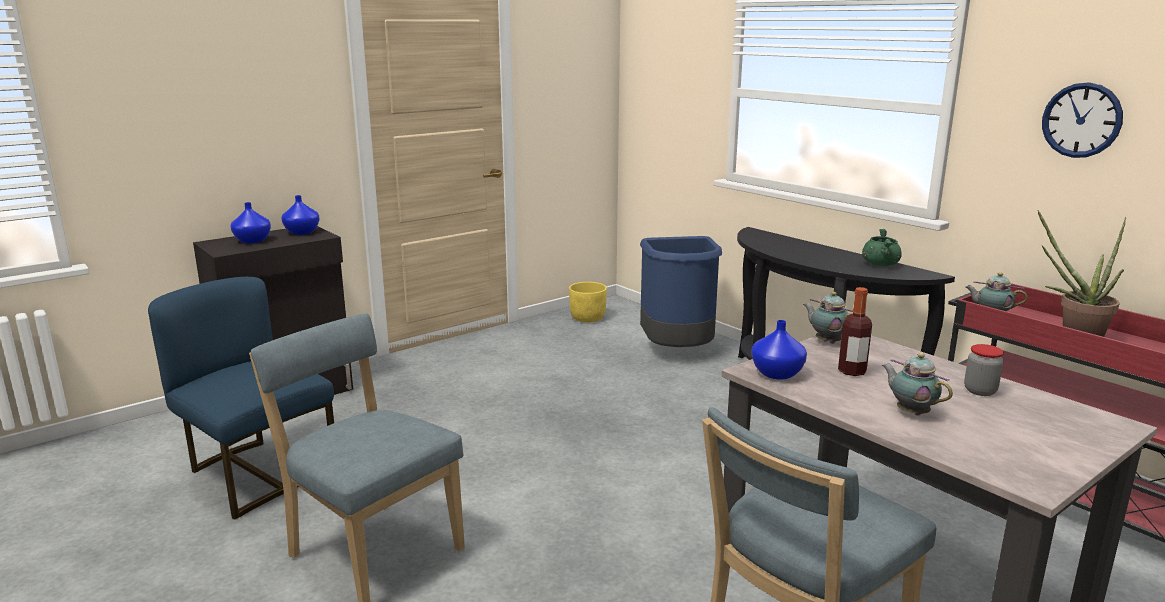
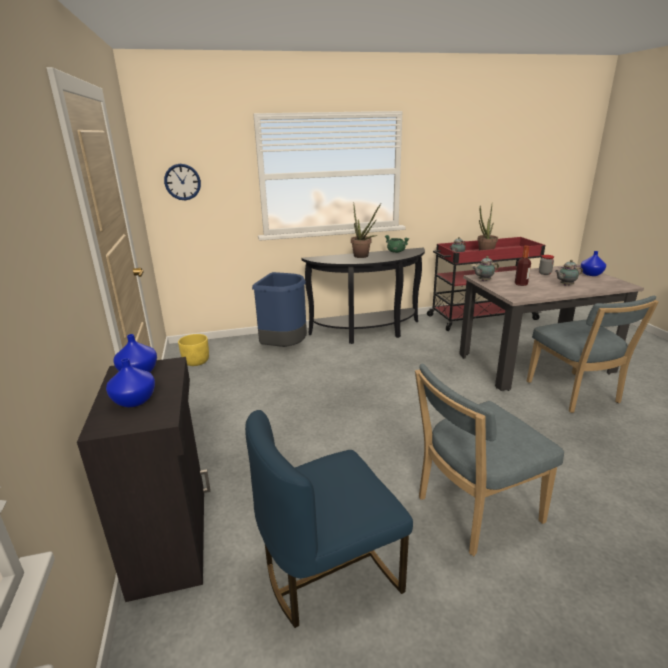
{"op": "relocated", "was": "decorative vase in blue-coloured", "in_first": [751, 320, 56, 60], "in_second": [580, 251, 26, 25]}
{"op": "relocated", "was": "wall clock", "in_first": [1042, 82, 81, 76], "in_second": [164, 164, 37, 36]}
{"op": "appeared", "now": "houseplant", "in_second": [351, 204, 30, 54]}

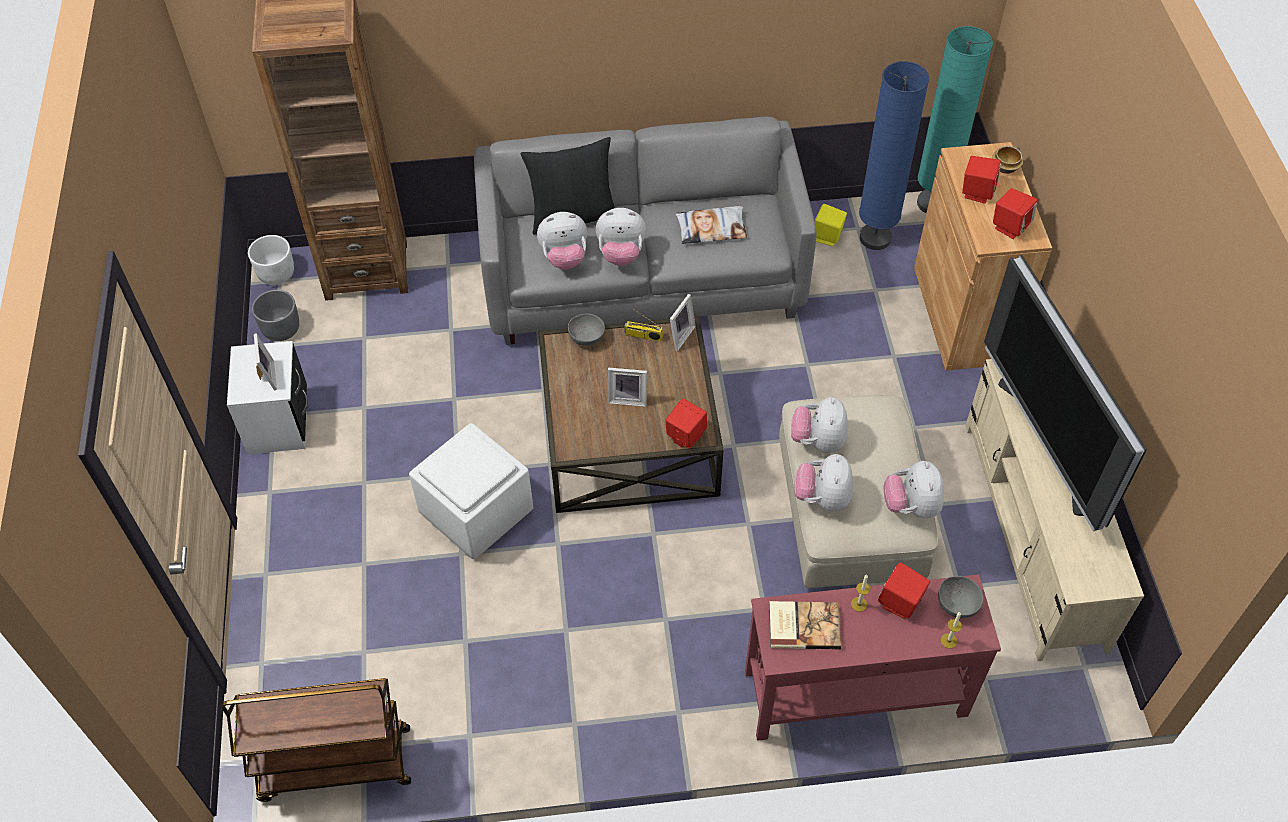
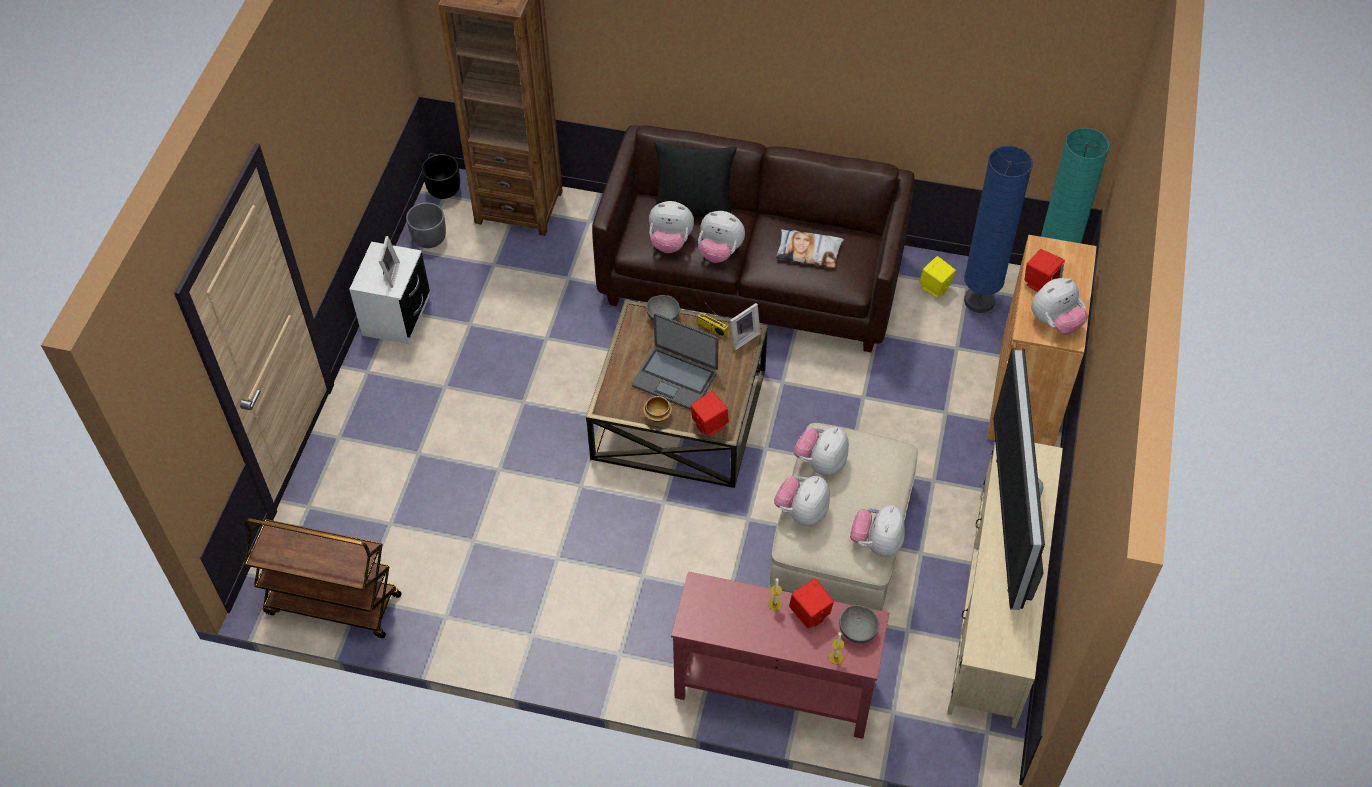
{"op": "colour", "was": "flower pot in whitish", "now": "flower pot in black", "in_first": [248, 235, 46, 50], "in_second": [422, 154, 38, 45]}
{"op": "missing", "was": "pouffe in whitish", "in_first": [409, 423, 124, 136]}
{"op": "colour", "was": "sofa in grey", "now": "sofa in brown-coloured", "in_first": [474, 117, 343, 228], "in_second": [592, 125, 322, 227]}
{"op": "exchanged", "was": "picture frame", "now": "portable computer", "in_first": [608, 368, 39, 39], "in_second": [632, 313, 87, 97]}
{"op": "missing", "was": "bound book", "in_first": [769, 601, 72, 48]}
{"op": "relocated", "was": "bowl", "in_first": [992, 146, 31, 28], "in_second": [643, 396, 29, 26]}
{"op": "exchanged", "was": "audio speaker in red-coloured", "now": "cuddly toy", "in_first": [993, 188, 45, 51], "in_second": [1031, 278, 57, 57]}

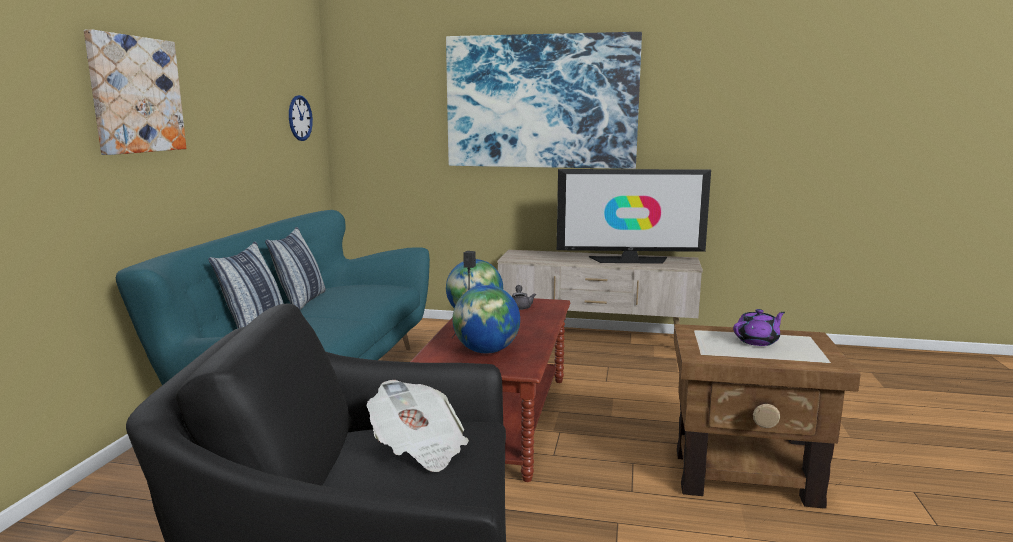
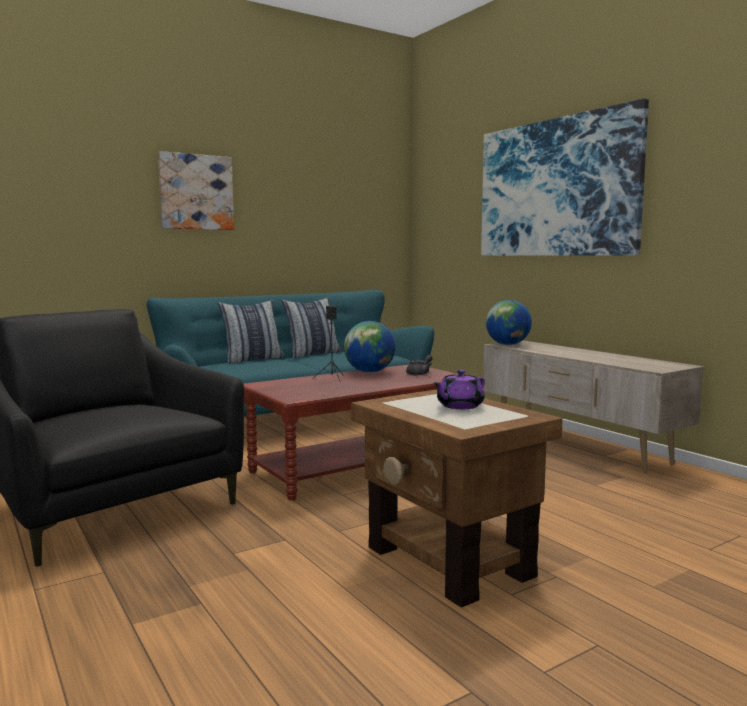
{"op": "missing", "was": "wall clock", "in_first": [289, 95, 24, 46]}
{"op": "missing", "was": "newspaper", "in_first": [367, 380, 102, 92]}
{"op": "relocated", "was": "globe", "in_first": [452, 285, 68, 69], "in_second": [486, 300, 46, 45]}
{"op": "missing", "was": "television", "in_first": [557, 169, 154, 95]}
{"op": "spun", "was": "pot for tea in purplish", "in_first": [733, 309, 52, 37], "in_second": [433, 370, 52, 39], "clockwise": 120}

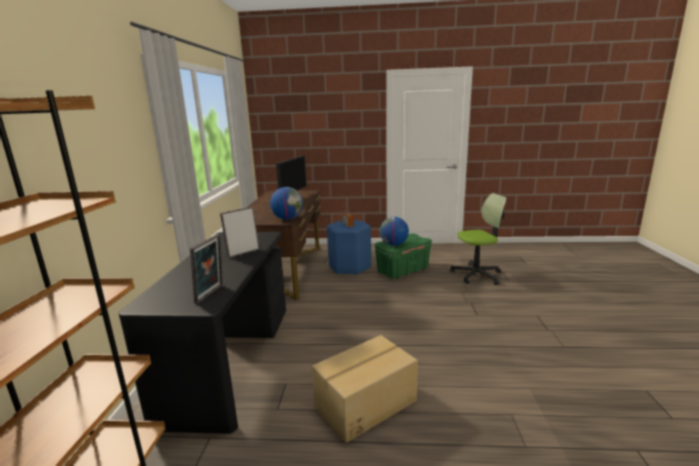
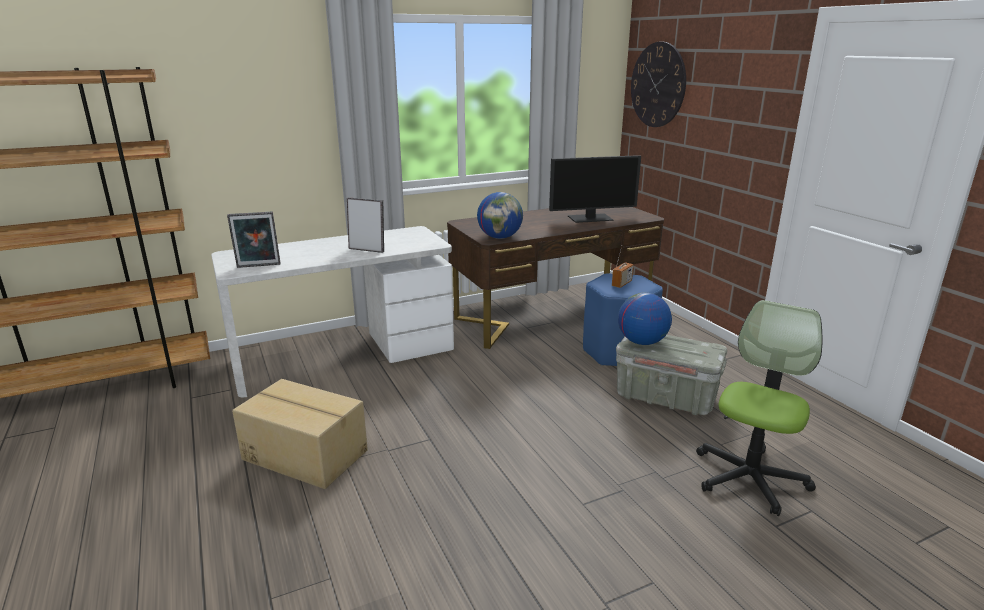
{"op": "colour", "was": "desk table in black", "now": "desk table in whitish", "in_first": [119, 232, 167, 202], "in_second": [211, 226, 243, 171]}
{"op": "colour", "was": "storage bin in green-coloured", "now": "storage bin in grey", "in_first": [374, 233, 58, 45], "in_second": [616, 335, 111, 81]}
{"op": "spun", "was": "computer chair", "in_first": [450, 193, 57, 92], "in_second": [696, 300, 126, 216], "clockwise": -105}
{"op": "appeared", "now": "wall clock", "in_second": [631, 42, 55, 85]}

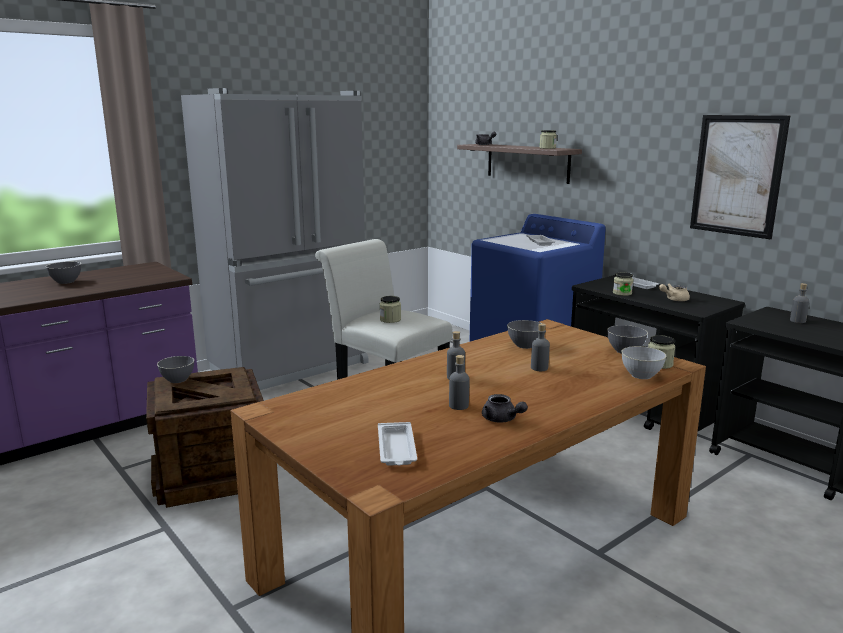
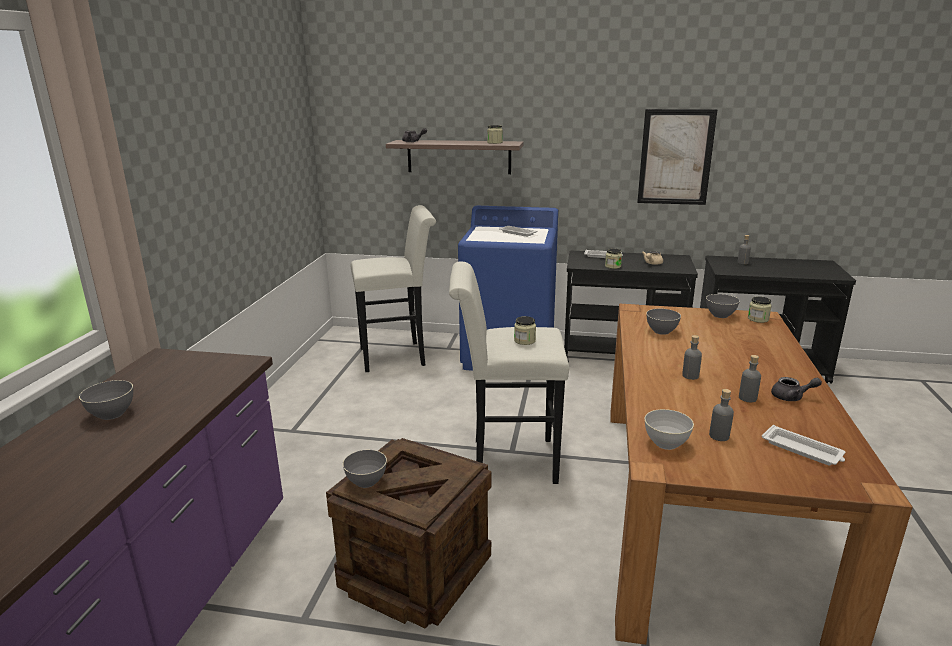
{"op": "missing", "was": "kitchen fridge in grey", "in_first": [181, 88, 188, 302]}
{"op": "relocated", "was": "drink bottle in grey", "in_first": [531, 323, 19, 48], "in_second": [709, 389, 25, 52]}
{"op": "relocated", "was": "bowl in grey", "in_first": [622, 346, 44, 33], "in_second": [644, 409, 50, 41]}
{"op": "appeared", "now": "stool in whitish", "in_second": [350, 205, 86, 167]}

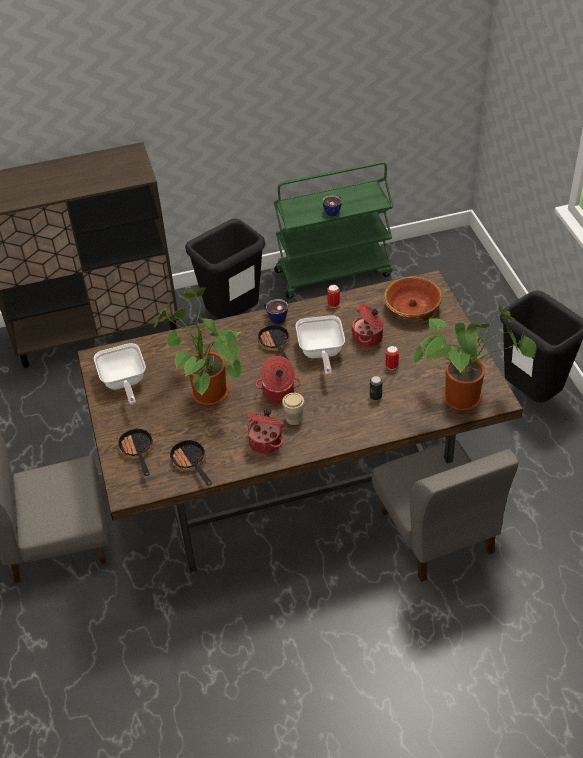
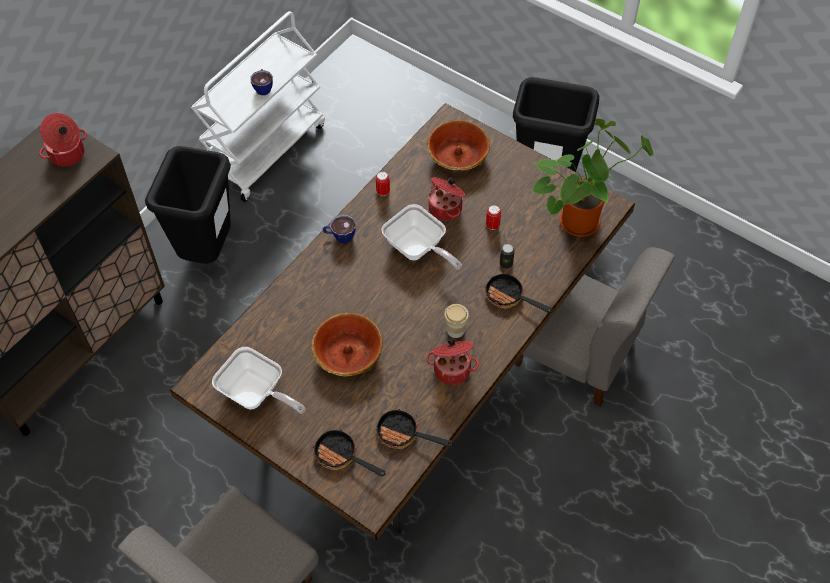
{"op": "exchanged", "was": "houseplant", "now": "bowl", "in_first": [153, 287, 89, 119], "in_second": [311, 313, 72, 64]}
{"op": "relocated", "was": "stockpot", "in_first": [255, 356, 46, 47], "in_second": [39, 113, 48, 53]}
{"op": "relocated", "was": "pan", "in_first": [256, 324, 34, 36], "in_second": [485, 274, 68, 39]}
{"op": "colour", "was": "trolley in green-coloured", "now": "trolley in whitish", "in_first": [274, 161, 119, 138], "in_second": [191, 11, 134, 191]}

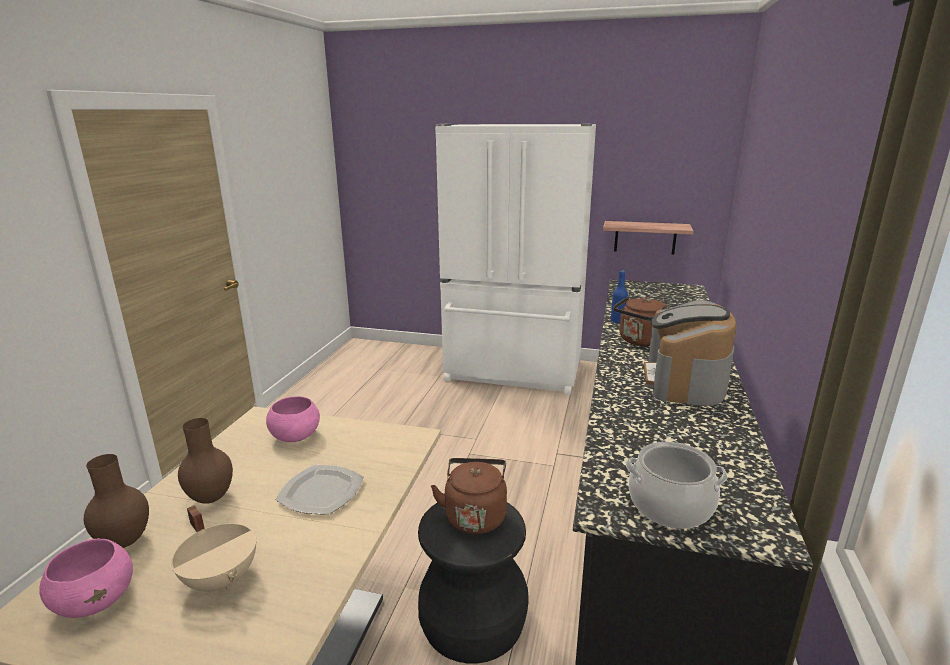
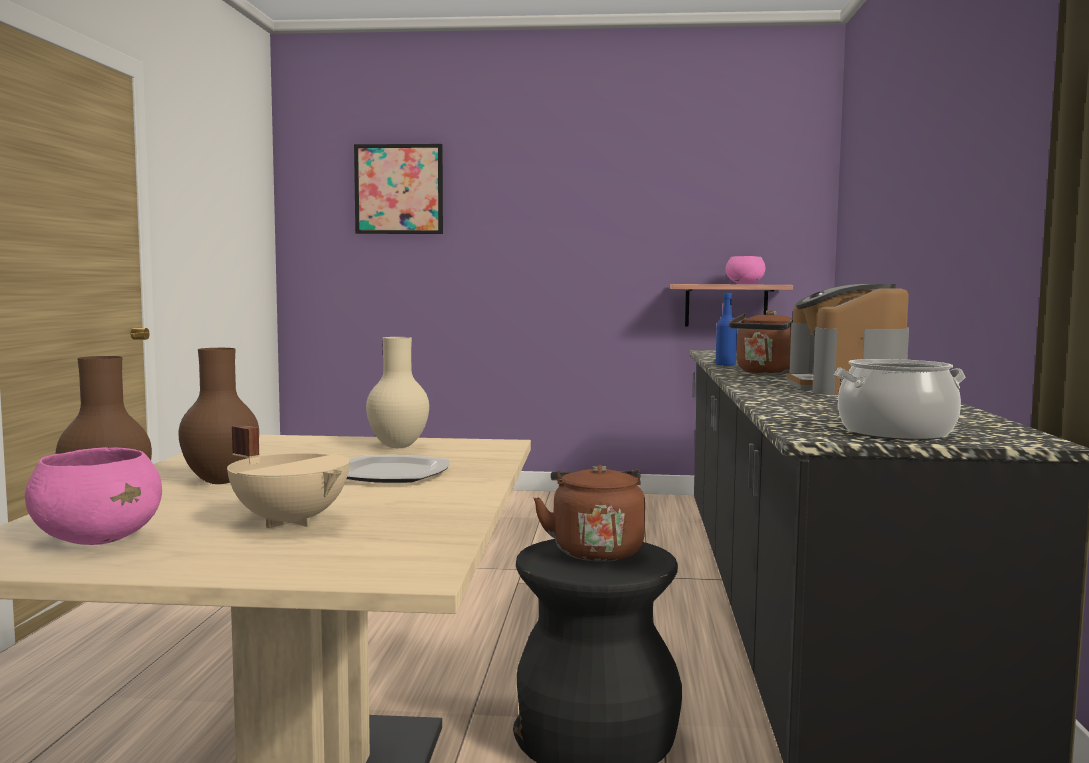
{"op": "relocated", "was": "bowl in pink", "in_first": [266, 396, 54, 46], "in_second": [726, 256, 39, 28]}
{"op": "missing", "was": "kitchen fridge in whitish", "in_first": [435, 123, 161, 272]}
{"op": "appeared", "now": "wall art", "in_second": [354, 144, 89, 90]}
{"op": "appeared", "now": "decorative vase in beige-coloured", "in_second": [366, 337, 63, 111]}

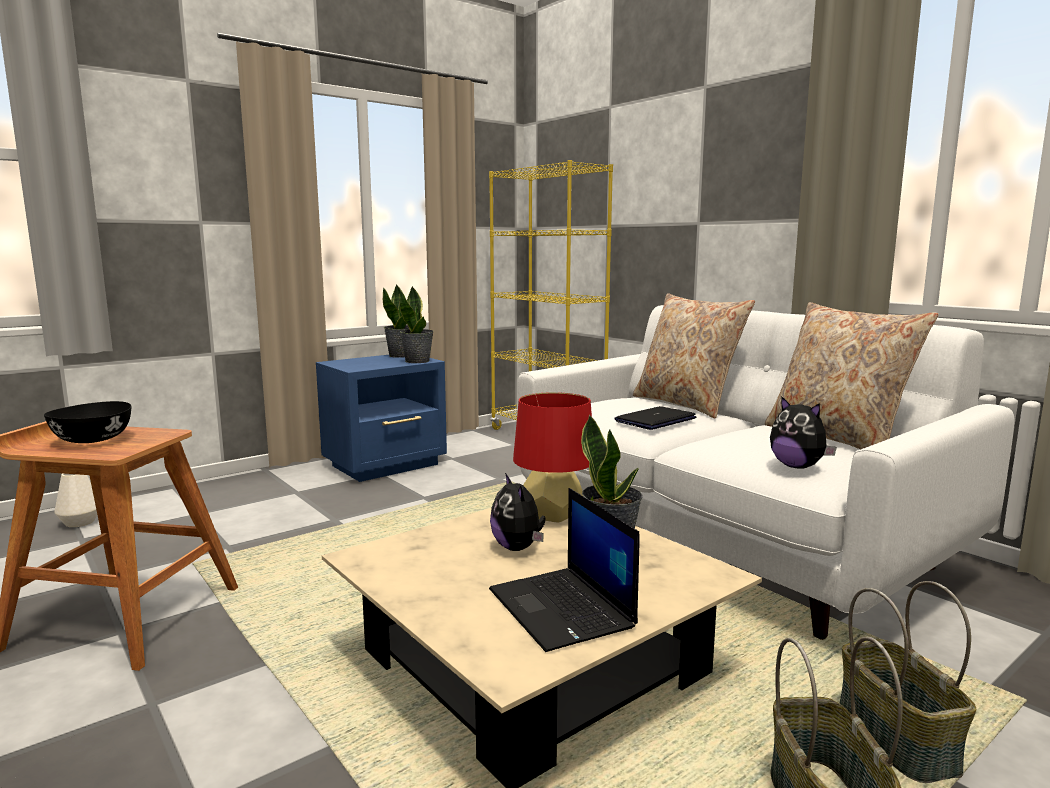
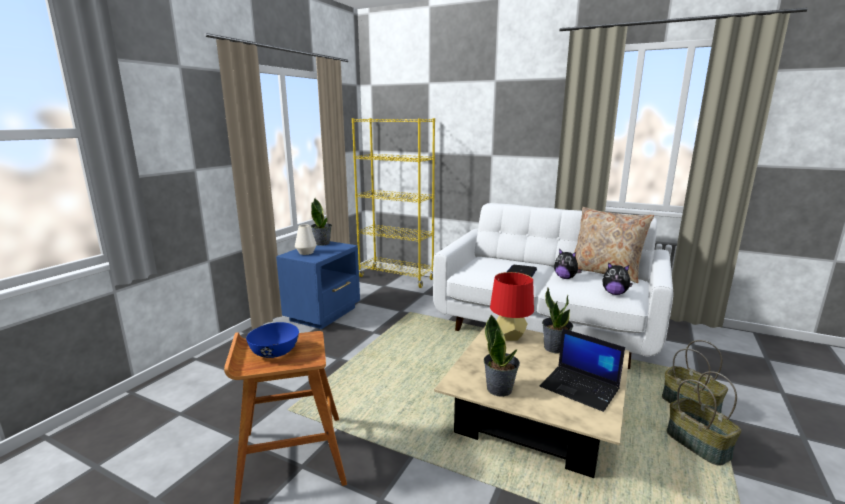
{"op": "colour", "was": "bowl in black", "now": "bowl in blue-coloured", "in_first": [44, 401, 87, 42], "in_second": [246, 322, 53, 36]}
{"op": "relocated", "was": "decorative vase in whitish", "in_first": [54, 473, 43, 54], "in_second": [295, 224, 22, 31]}
{"op": "relocated", "was": "houseplant", "in_first": [399, 286, 35, 77], "in_second": [484, 315, 36, 82]}
{"op": "relocated", "was": "cuddly toy", "in_first": [490, 473, 56, 78], "in_second": [554, 249, 28, 30]}
{"op": "missing", "was": "pillow in beige-coloured", "in_first": [633, 293, 122, 126]}

